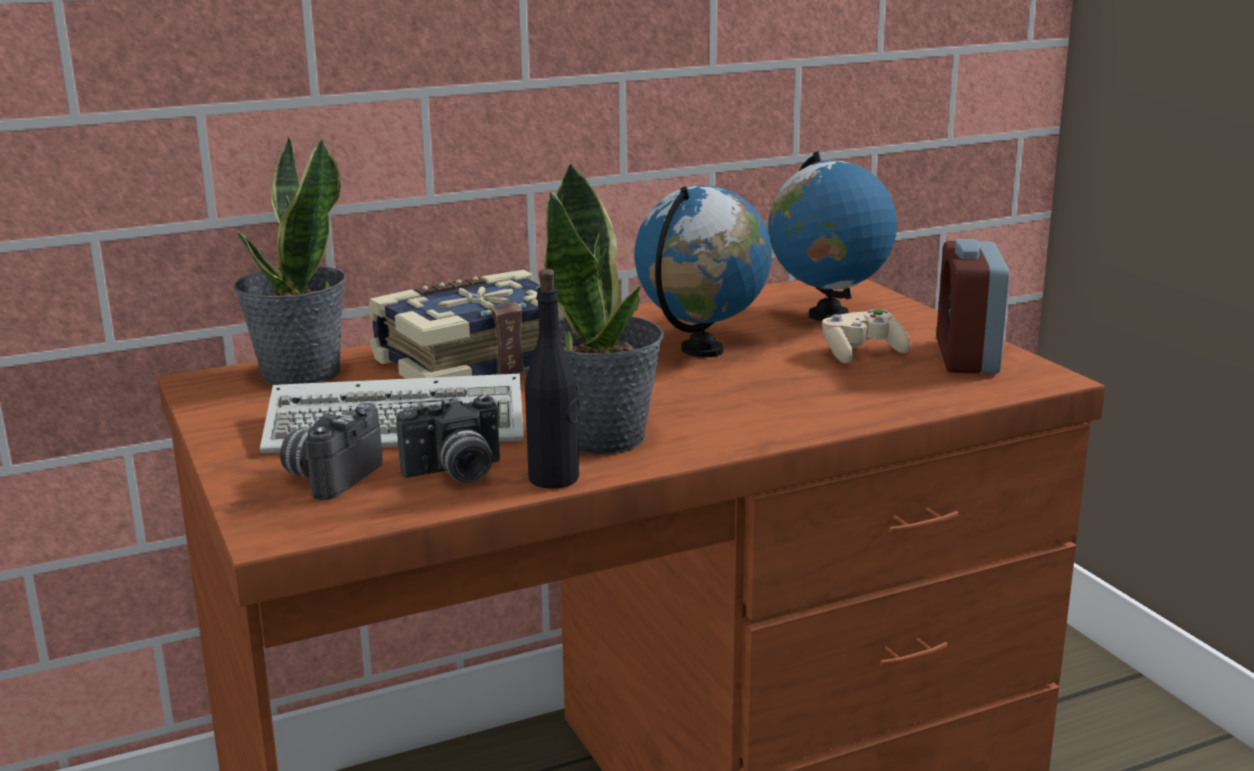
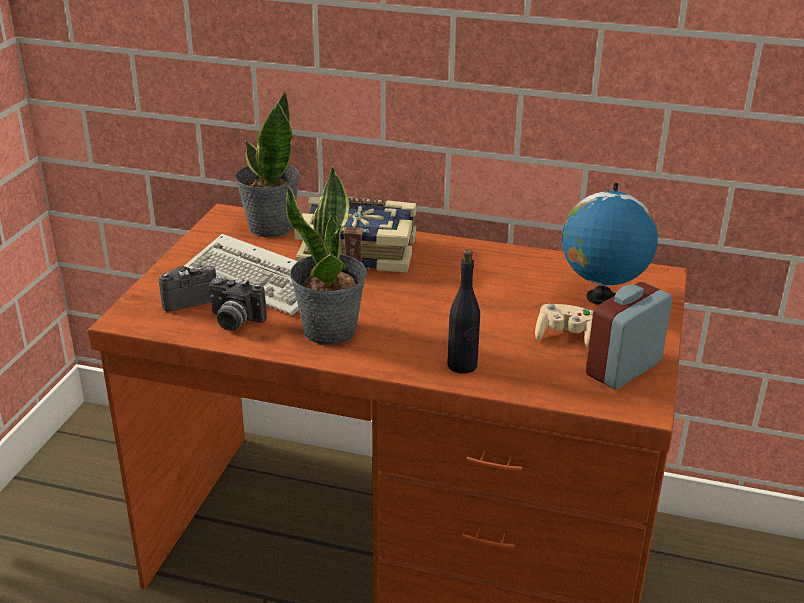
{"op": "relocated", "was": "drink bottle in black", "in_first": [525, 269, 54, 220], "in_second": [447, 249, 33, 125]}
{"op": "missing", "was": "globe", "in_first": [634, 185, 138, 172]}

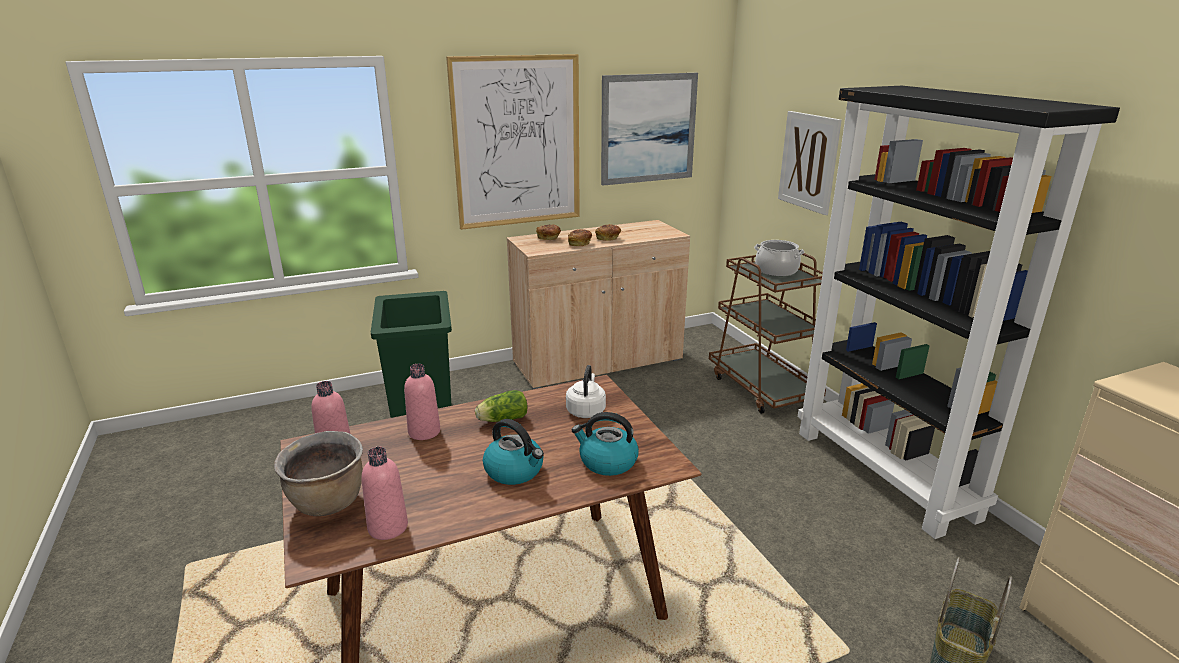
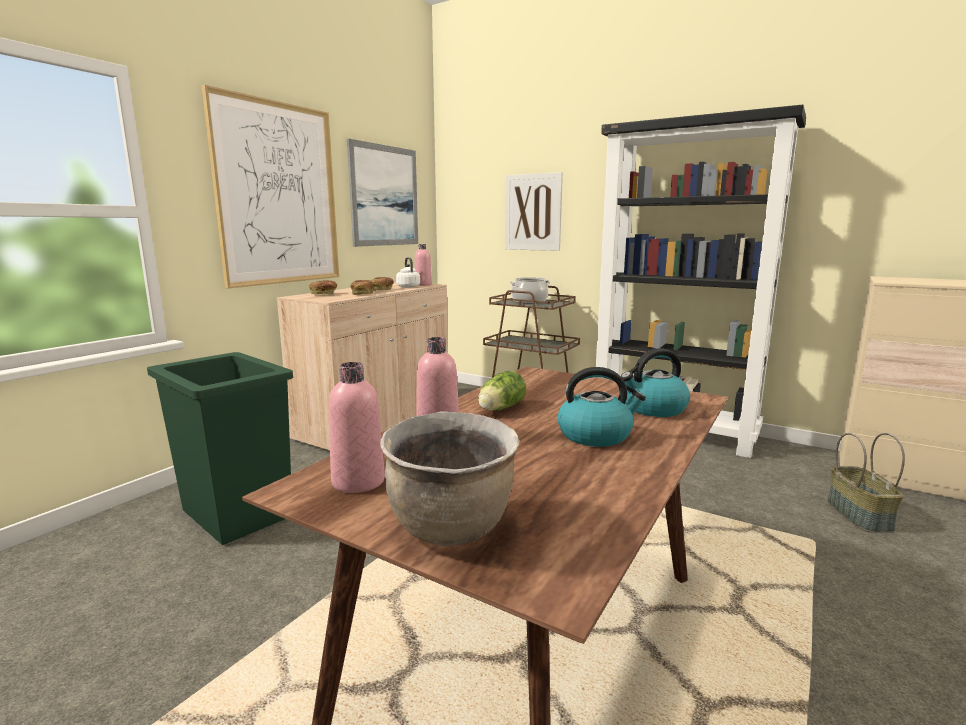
{"op": "relocated", "was": "drink bottle in pink", "in_first": [361, 447, 47, 93], "in_second": [415, 244, 17, 42]}
{"op": "relocated", "was": "kettle in whitish", "in_first": [566, 365, 40, 53], "in_second": [396, 257, 24, 31]}

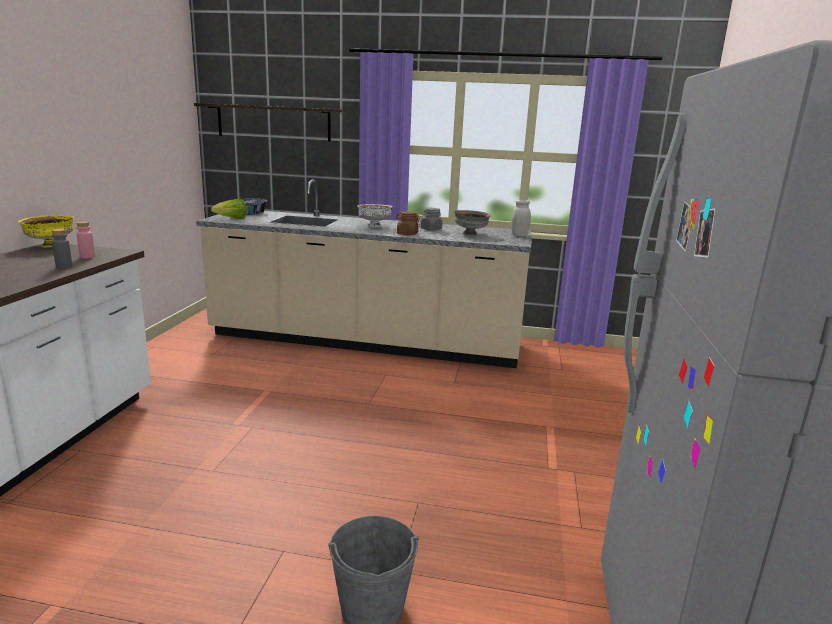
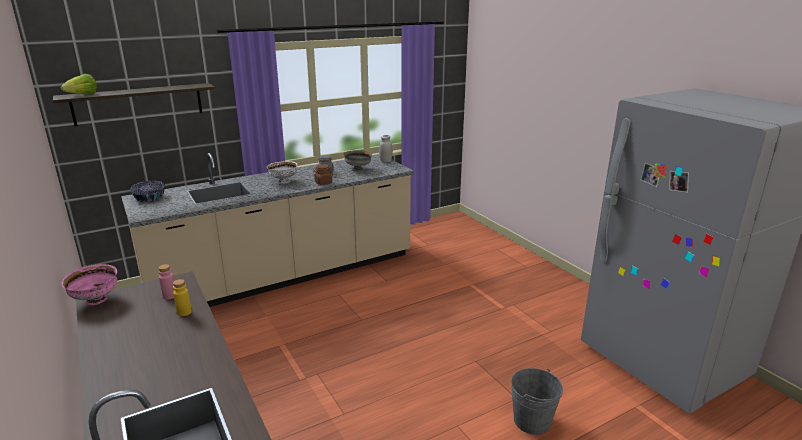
{"op": "colour", "was": "bowl in yellow-coloured", "now": "bowl in pink", "in_first": [18, 215, 56, 33], "in_second": [62, 264, 55, 41]}
{"op": "colour", "was": "drink bottle in grey", "now": "drink bottle in yellow-coloured", "in_first": [52, 229, 20, 40], "in_second": [173, 279, 19, 37]}
{"op": "relocated", "was": "head of lettuce", "in_first": [211, 198, 35, 21], "in_second": [61, 74, 36, 21]}

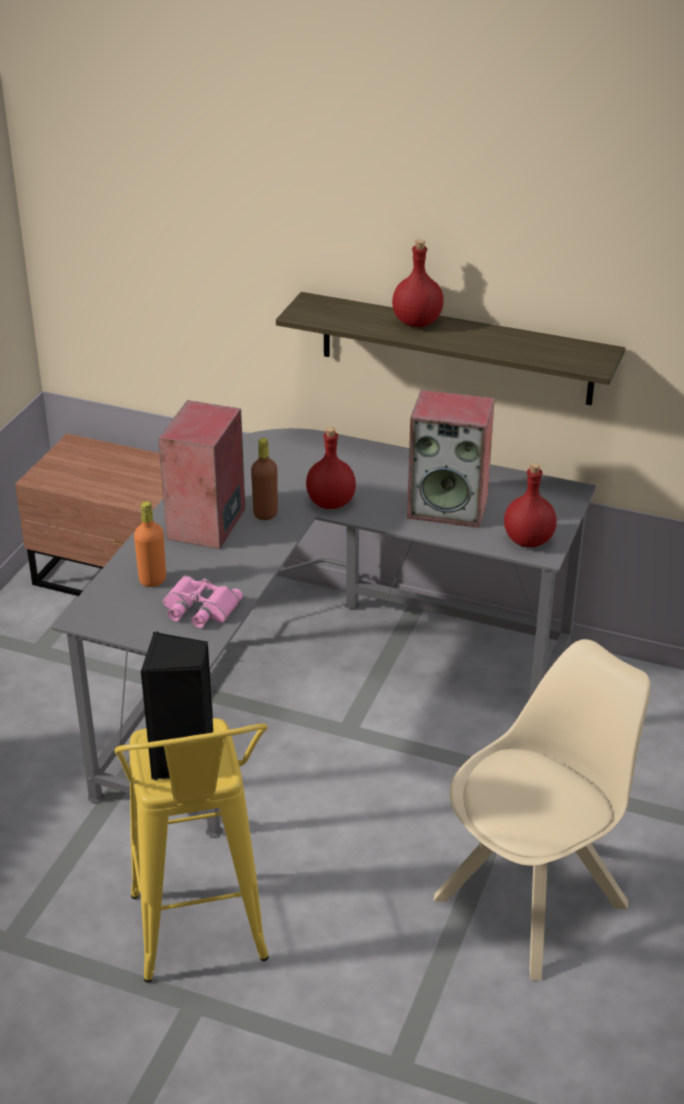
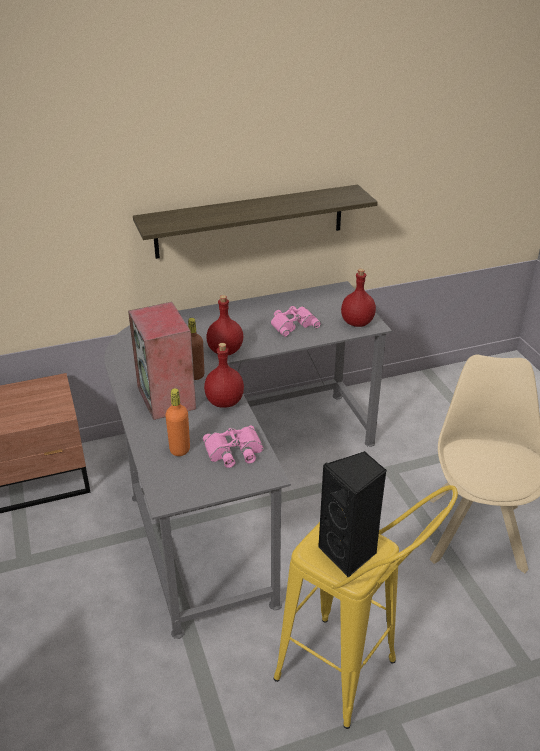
{"op": "relocated", "was": "drink bottle in red-coloured", "in_first": [392, 240, 52, 87], "in_second": [204, 343, 40, 65]}
{"op": "exchanged", "was": "audio speaker", "now": "binoculars in pink", "in_first": [407, 390, 88, 138], "in_second": [270, 306, 51, 31]}

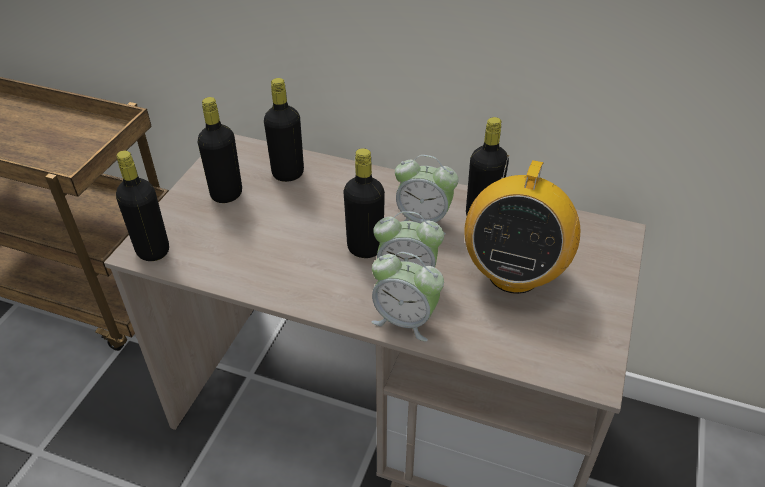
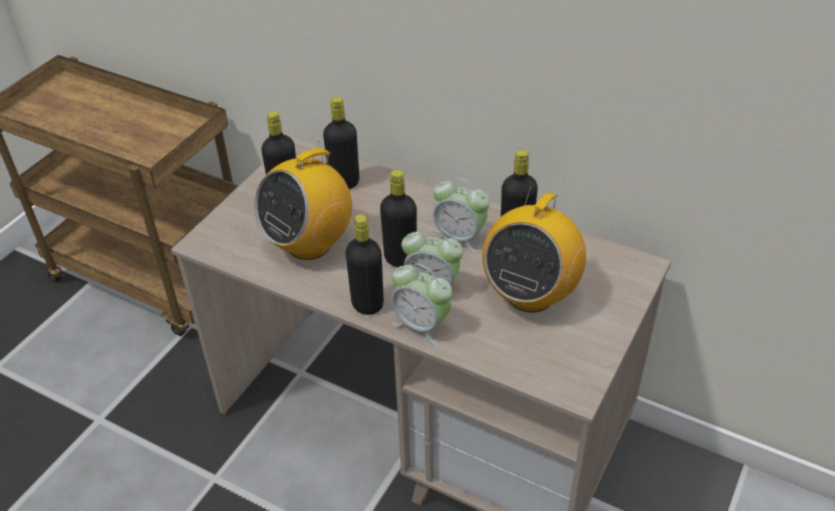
{"op": "relocated", "was": "drink bottle in black", "in_first": [116, 151, 53, 110], "in_second": [345, 214, 39, 101]}
{"op": "appeared", "now": "radio receiver", "in_second": [254, 141, 98, 119]}

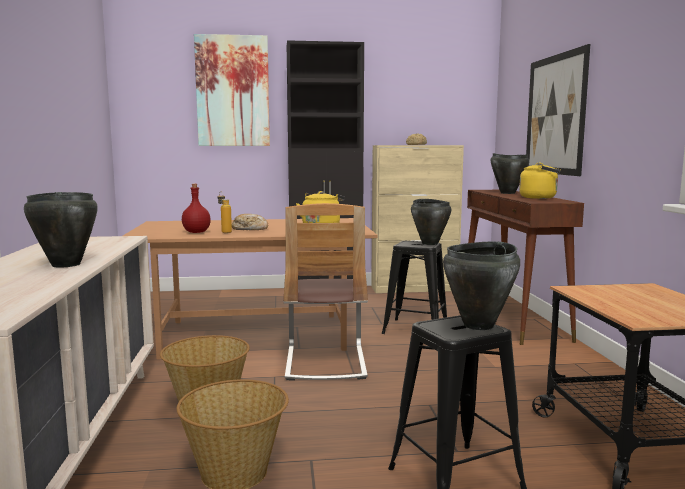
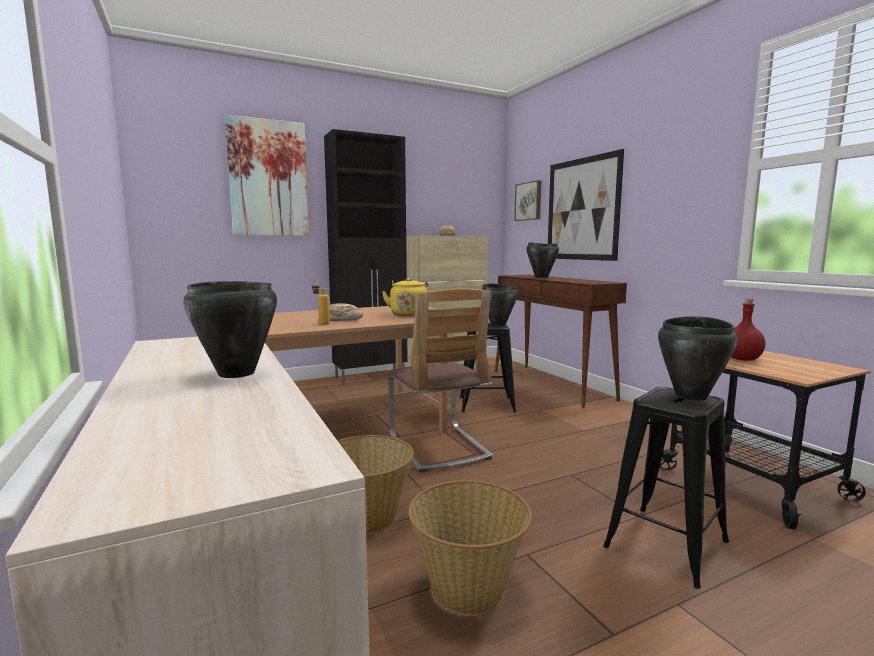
{"op": "relocated", "was": "drink bottle in red-coloured", "in_first": [182, 184, 29, 49], "in_second": [731, 299, 35, 62]}
{"op": "missing", "was": "kettle in yellow-coloured", "in_first": [519, 163, 42, 36]}
{"op": "appeared", "now": "wall art", "in_second": [514, 180, 27, 41]}

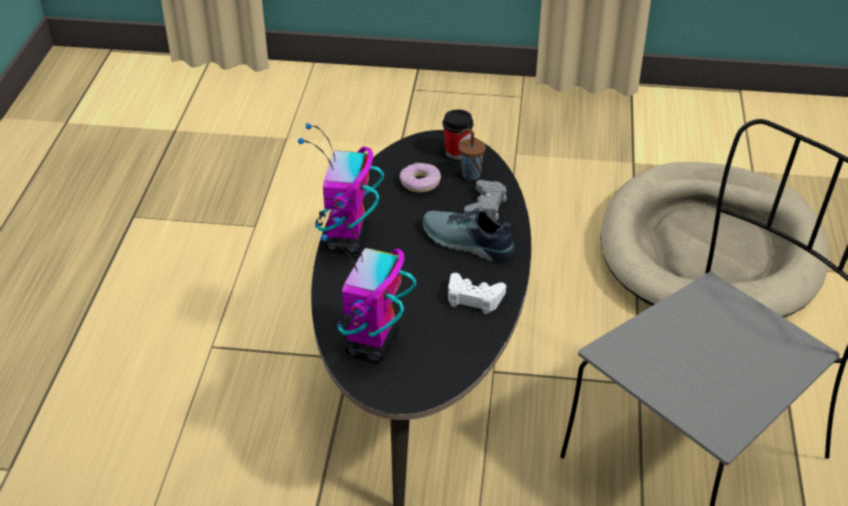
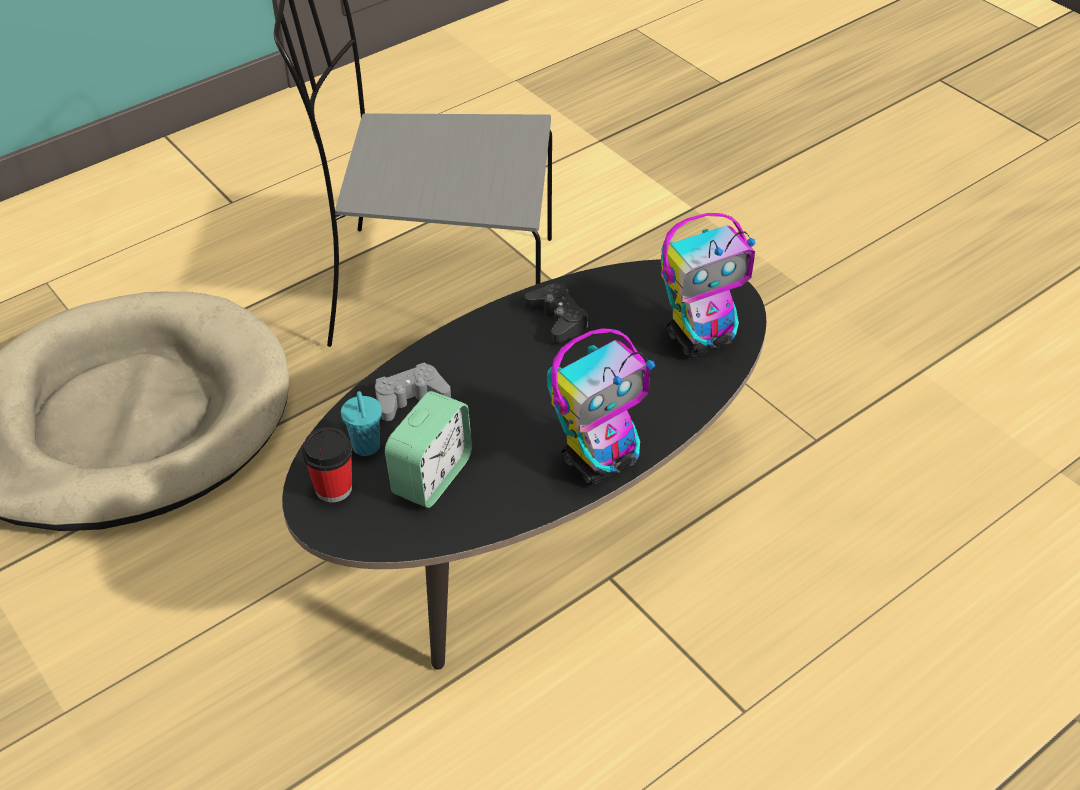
{"op": "exchanged", "was": "donut", "now": "table clock", "in_first": [400, 163, 41, 30], "in_second": [385, 391, 87, 117]}
{"op": "missing", "was": "shoe", "in_first": [423, 208, 93, 54]}
{"op": "colour", "was": "joypad in whitish", "now": "joypad in black", "in_first": [448, 273, 58, 41], "in_second": [525, 283, 63, 60]}
{"op": "colour", "was": "cup in brown-coloured", "now": "cup in turquoise", "in_first": [458, 129, 28, 51], "in_second": [341, 391, 41, 65]}

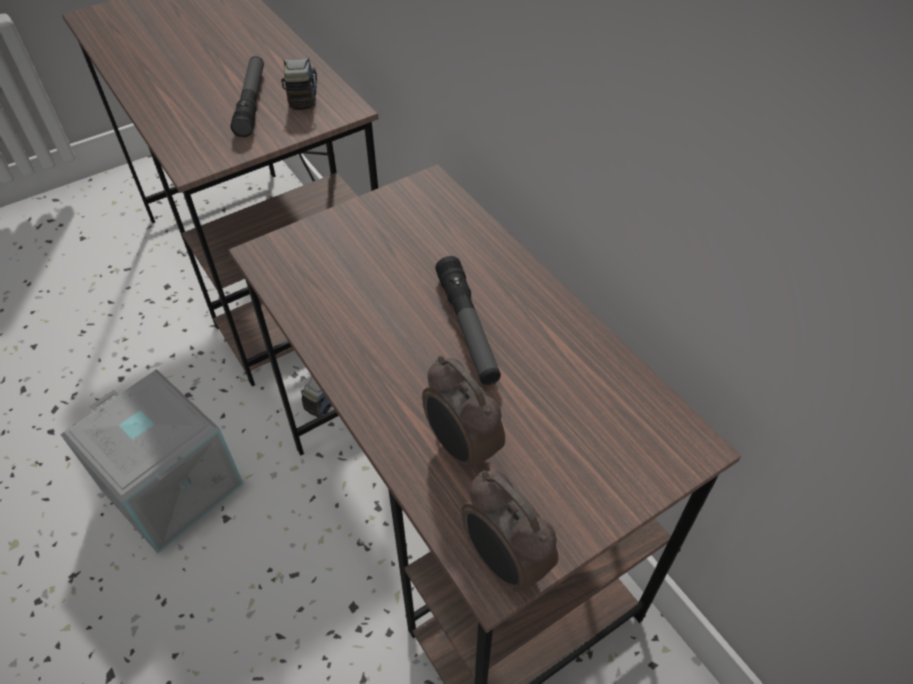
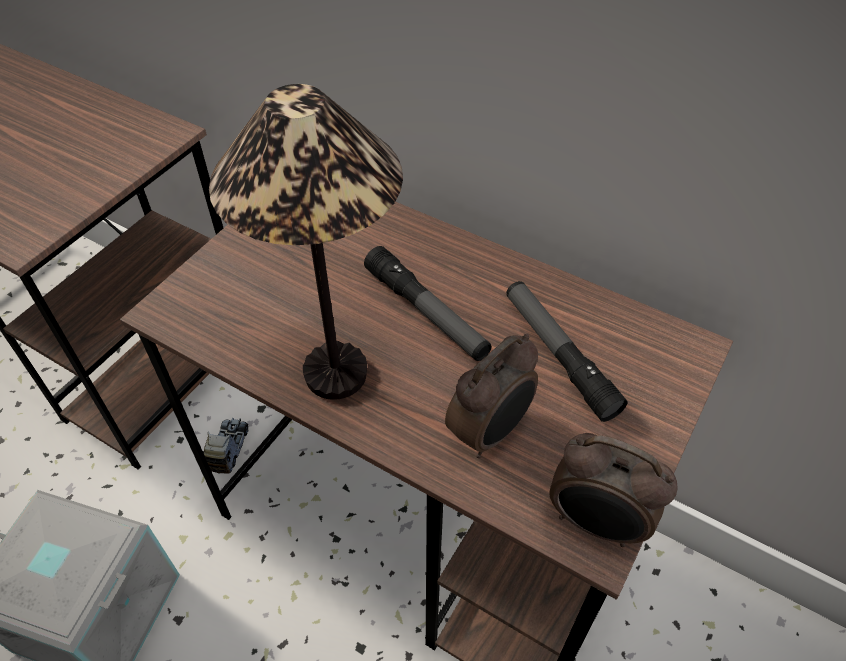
{"op": "relocated", "was": "flashlight", "in_first": [231, 56, 33, 81], "in_second": [506, 281, 122, 141]}
{"op": "missing", "was": "toy truck", "in_first": [281, 57, 36, 53]}
{"op": "spun", "was": "table clock", "in_first": [422, 356, 83, 117], "in_second": [445, 334, 93, 124], "clockwise": -75}
{"op": "appeared", "now": "tabletop lamp", "in_second": [209, 84, 194, 316]}

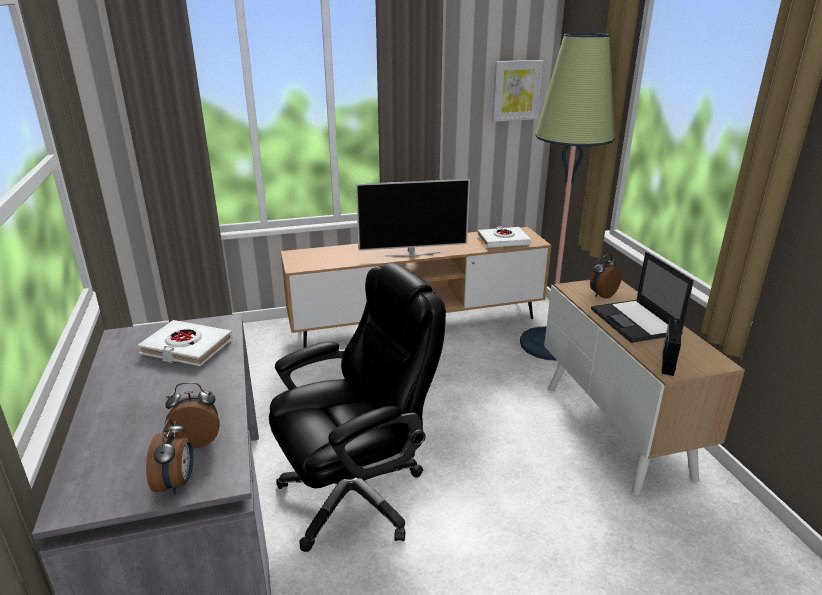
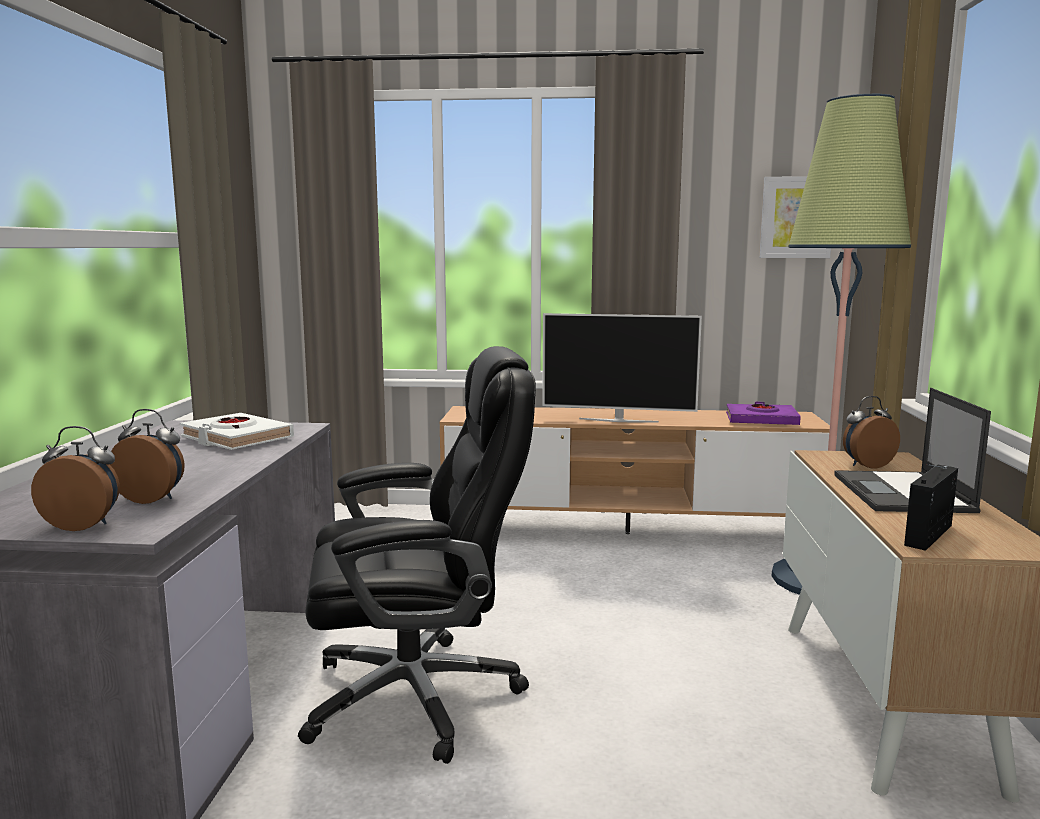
{"op": "spun", "was": "table clock", "in_first": [146, 419, 47, 75], "in_second": [31, 426, 89, 105], "clockwise": -105}
{"op": "colour", "was": "bound book in whitish", "now": "bound book in purplish", "in_first": [478, 227, 53, 21], "in_second": [726, 402, 75, 23]}

